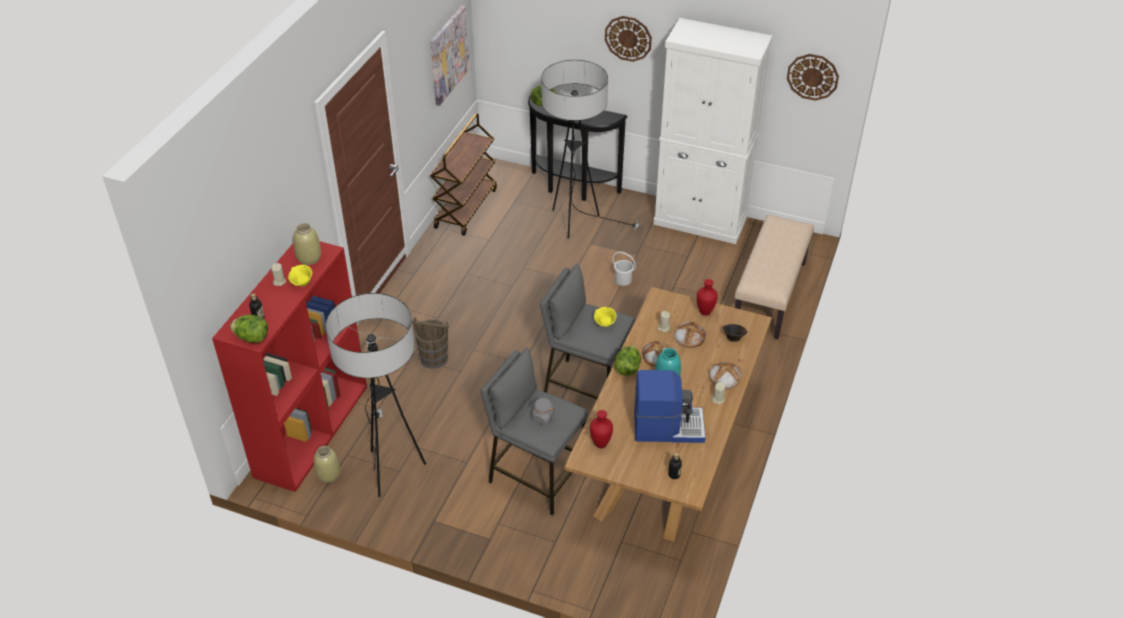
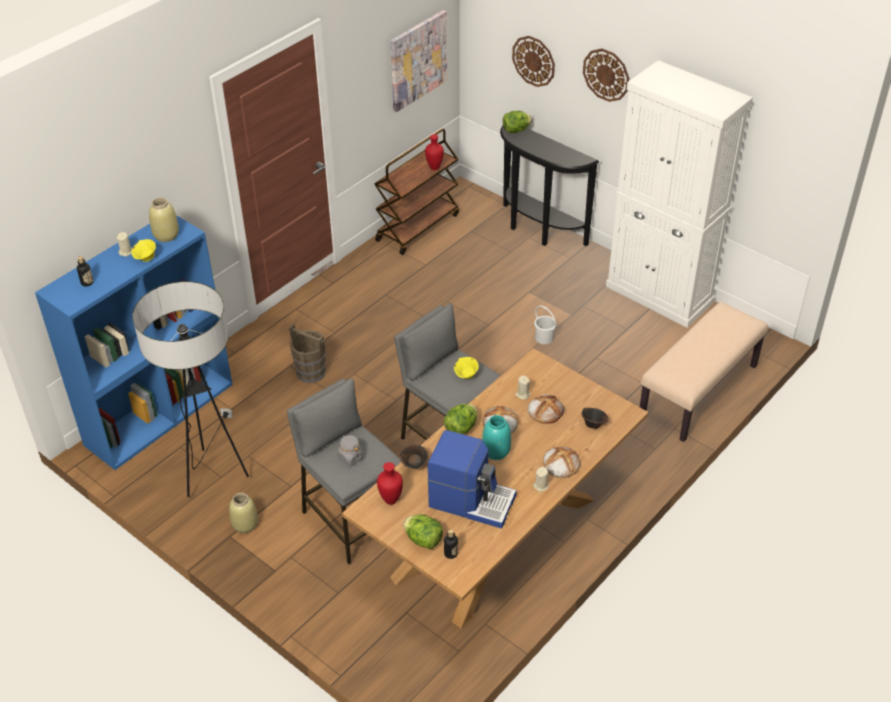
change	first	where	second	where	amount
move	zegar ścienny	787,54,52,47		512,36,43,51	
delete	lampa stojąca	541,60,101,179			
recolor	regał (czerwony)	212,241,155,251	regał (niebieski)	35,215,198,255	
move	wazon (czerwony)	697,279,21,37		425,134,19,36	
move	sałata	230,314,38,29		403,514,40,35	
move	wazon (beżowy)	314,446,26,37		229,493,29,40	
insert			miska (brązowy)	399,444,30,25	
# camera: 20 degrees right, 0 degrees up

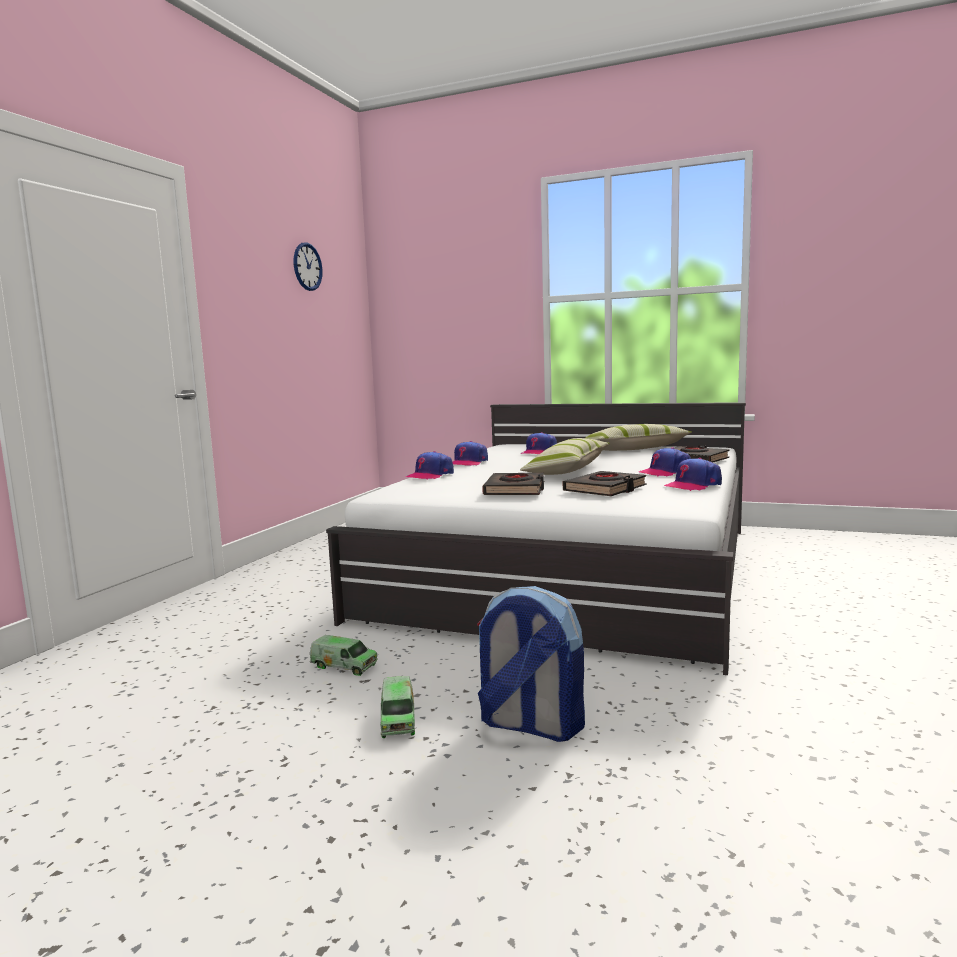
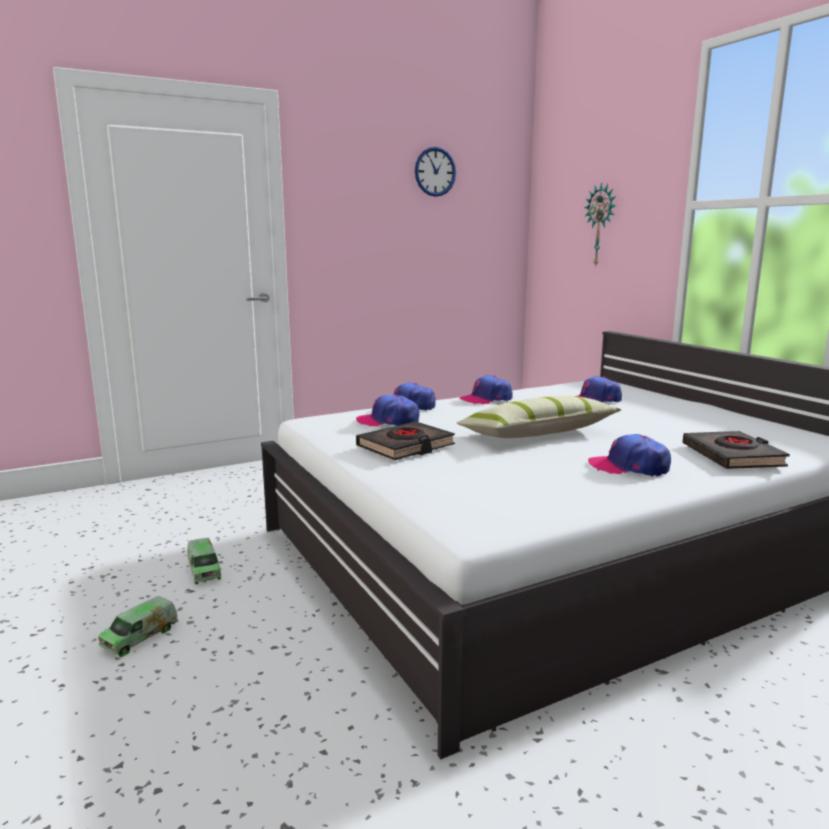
change	first	where	second	where	amount
delete	poduszka	586,424,106,27			
move	czapka z daszkiem	664,458,58,33		356,394,63,32	
delete	książka (czarny)	563,471,84,25			
delete	plecak	477,586,108,156			
insert			zegar ścienny	584,182,32,85	
# camera: 40 degrees right, 5 degrees up

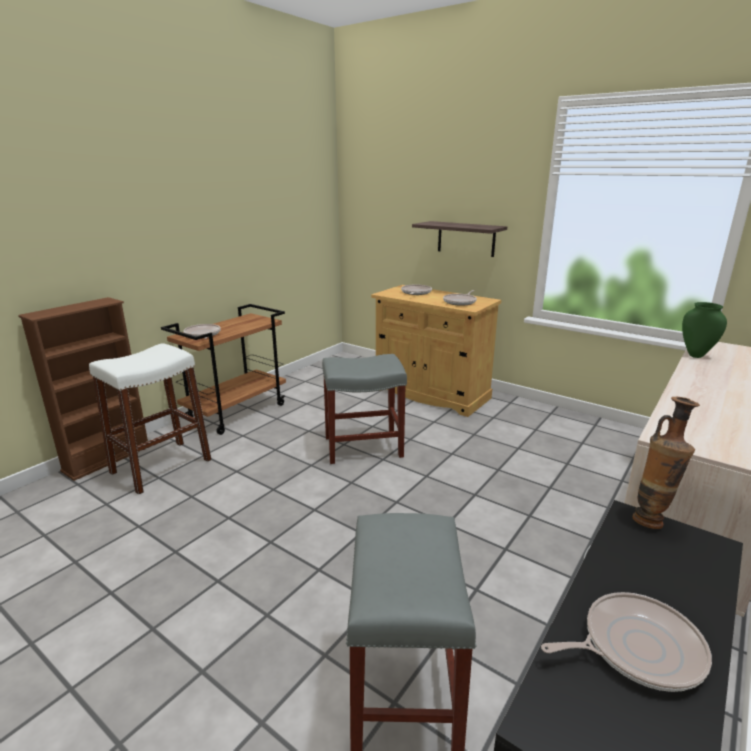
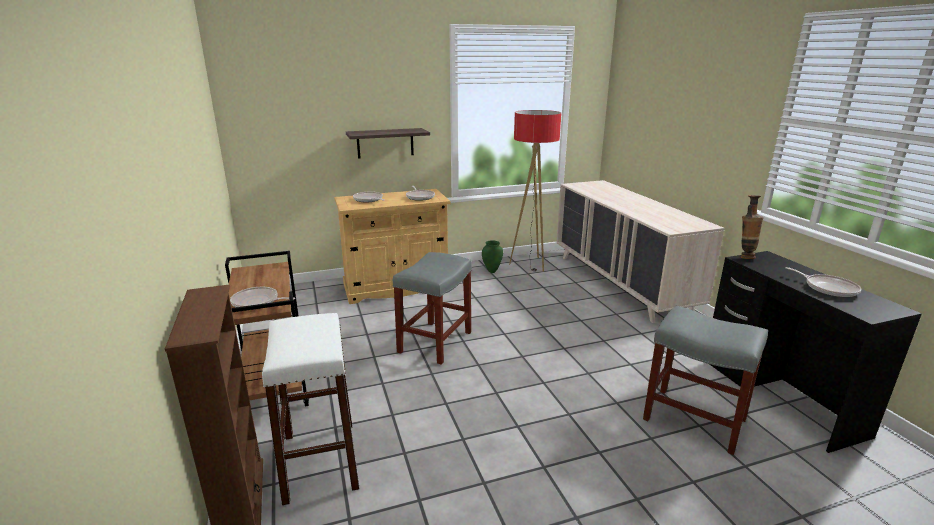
change	first	where	second	where	amount
move	wazon (zielony)	682,302,45,56		482,240,21,33	
rotate	patelnia	541,592,171,100		786,267,75,30	120 degrees clockwise
insert			lampa stojąca	509,110,52,162	
# camera: 55 degrees left, 0 degrees up

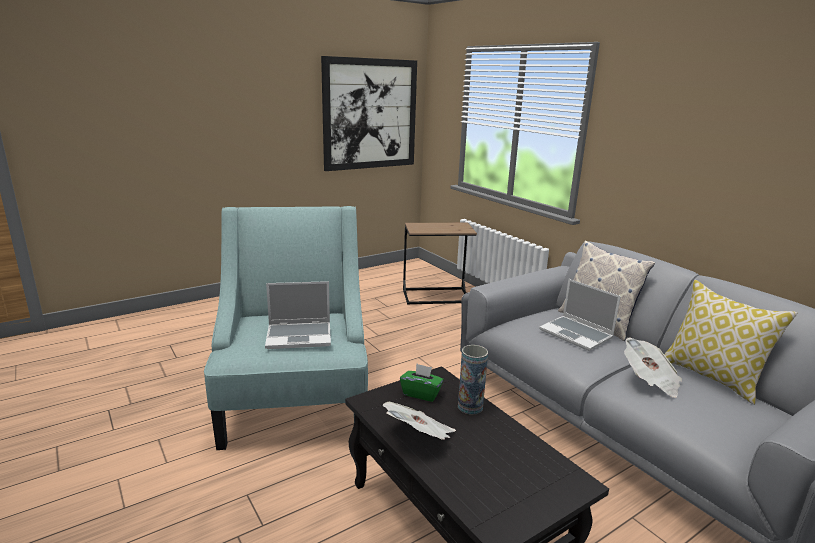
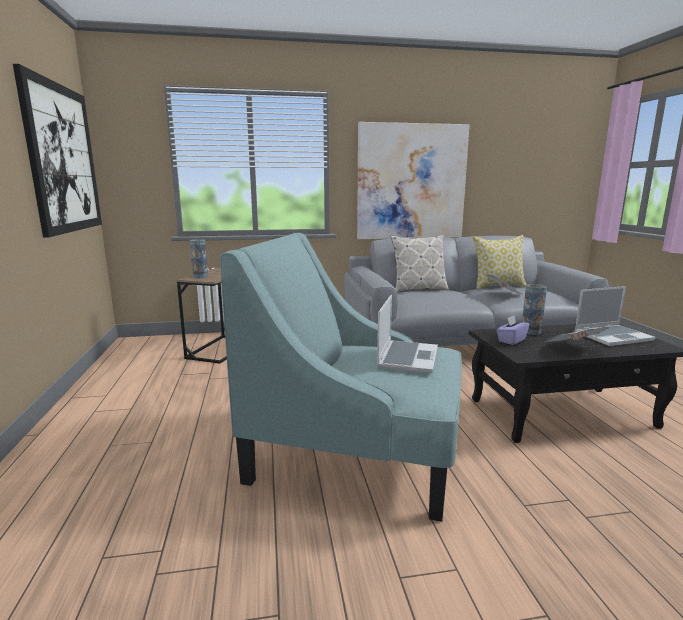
change	first	where	second	where	amount
move	laptop	539,279,82,72		575,286,81,60	
recolor	pudełko chusteczek (zielony)	400,363,44,39	pudełko chusteczek (fioletowy)	497,315,32,30	
insert			obraz	357,122,112,117	
insert			wazon	190,239,18,40	
# camera: 65 degrees left, 5 degrees down

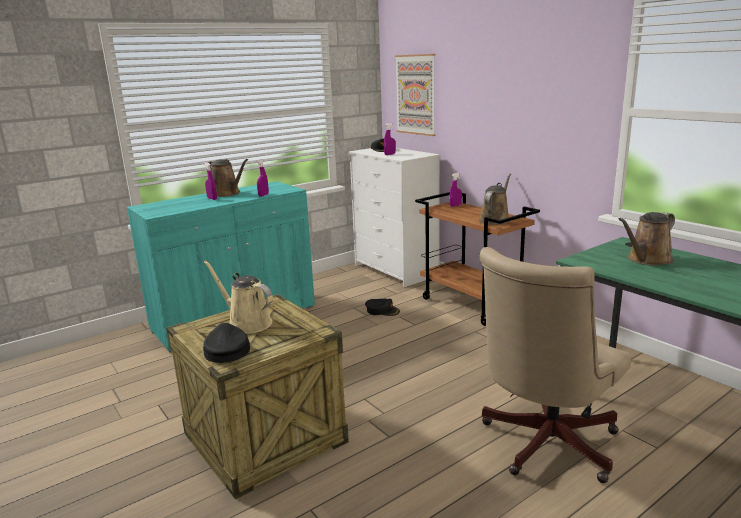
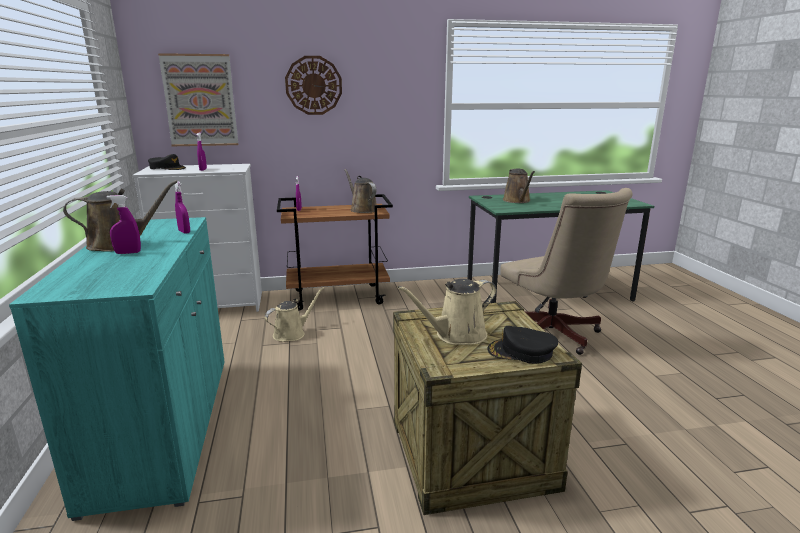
change	first	where	second	where	amount
replace	czapka z daszkiem (czarny)	365,299,35,17	konewka (beżowy)	265,287,59,55	
insert			zegar ścienny	285,56,57,59	
# camera: 65 degrees left, 0 degrees up

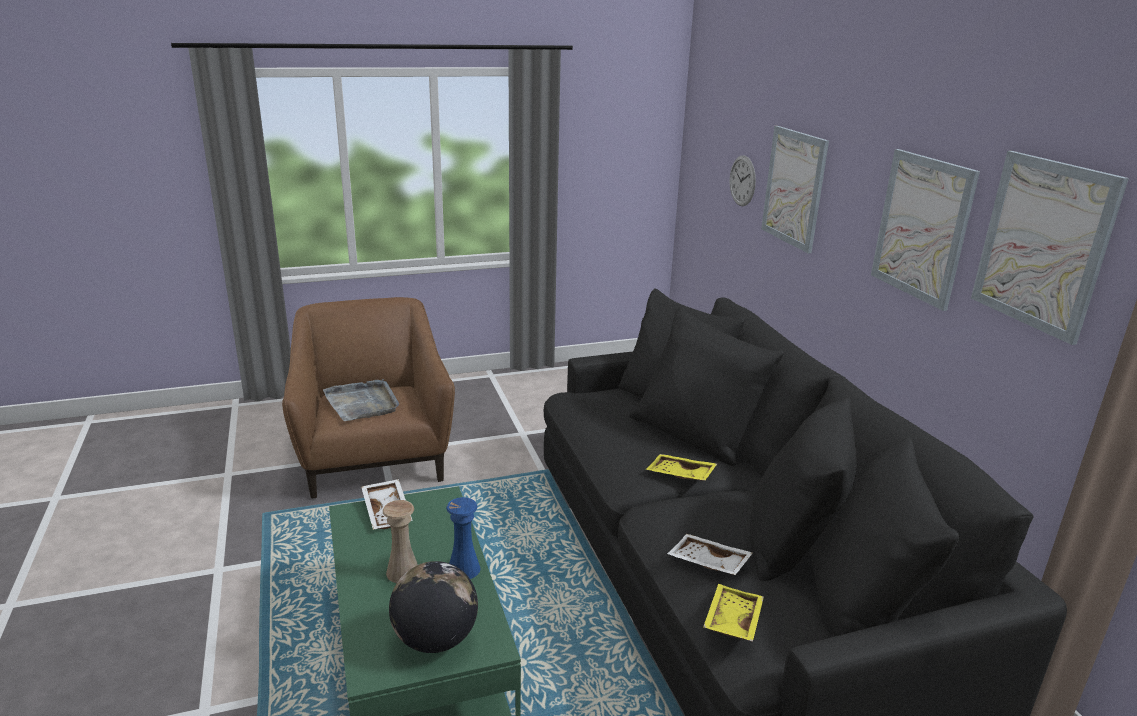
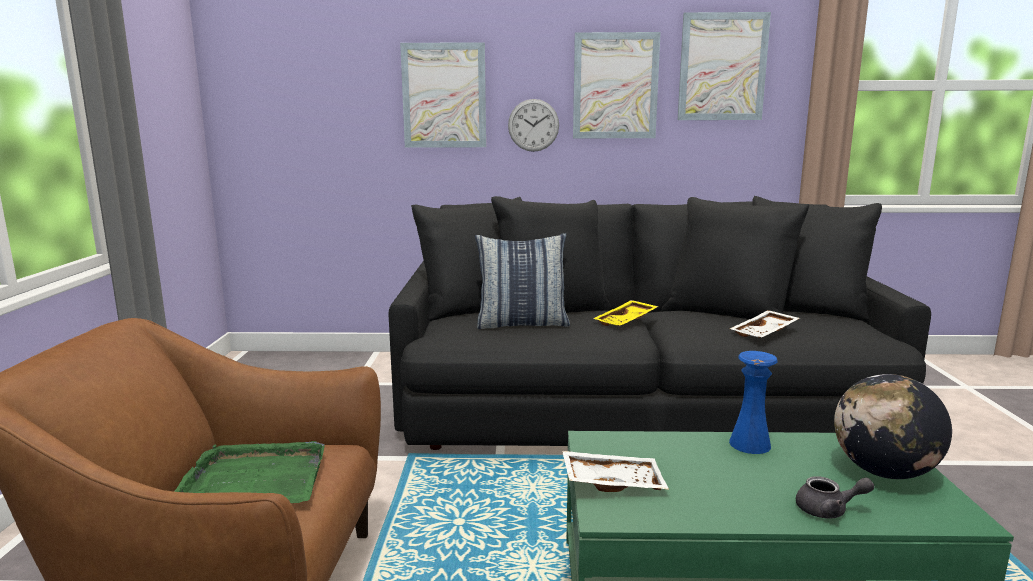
change	first	where	second	where	amount
move	zegar ścienny	730,155,26,51		508,99,51,53	
recolor	taca (szary)	323,379,76,42	taca (zielony)	174,441,151,62	
delete	wazon (beżowy)	383,500,35,83			
delete	taca (żółty)	703,584,61,58			
insert			poduszka	475,233,95,96	
insert			imbryk (szary)	796,476,79,42	
# camera: 70 degrees left, 10 degrees down

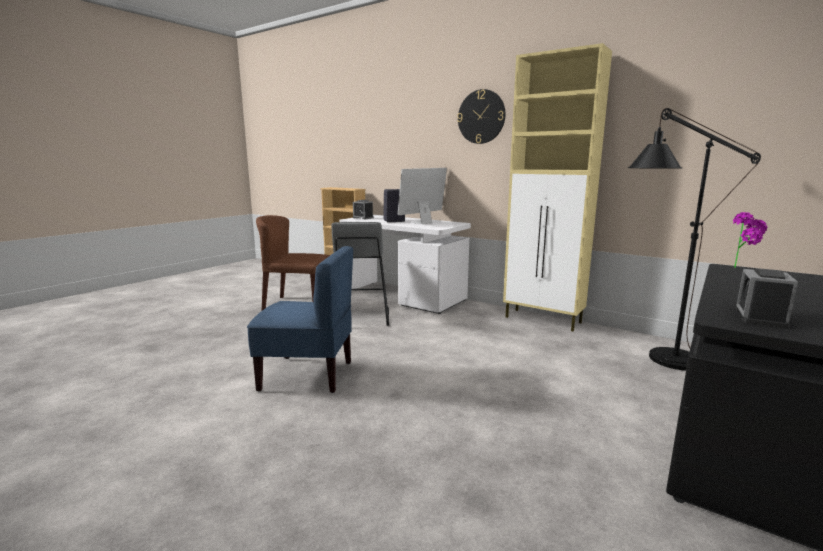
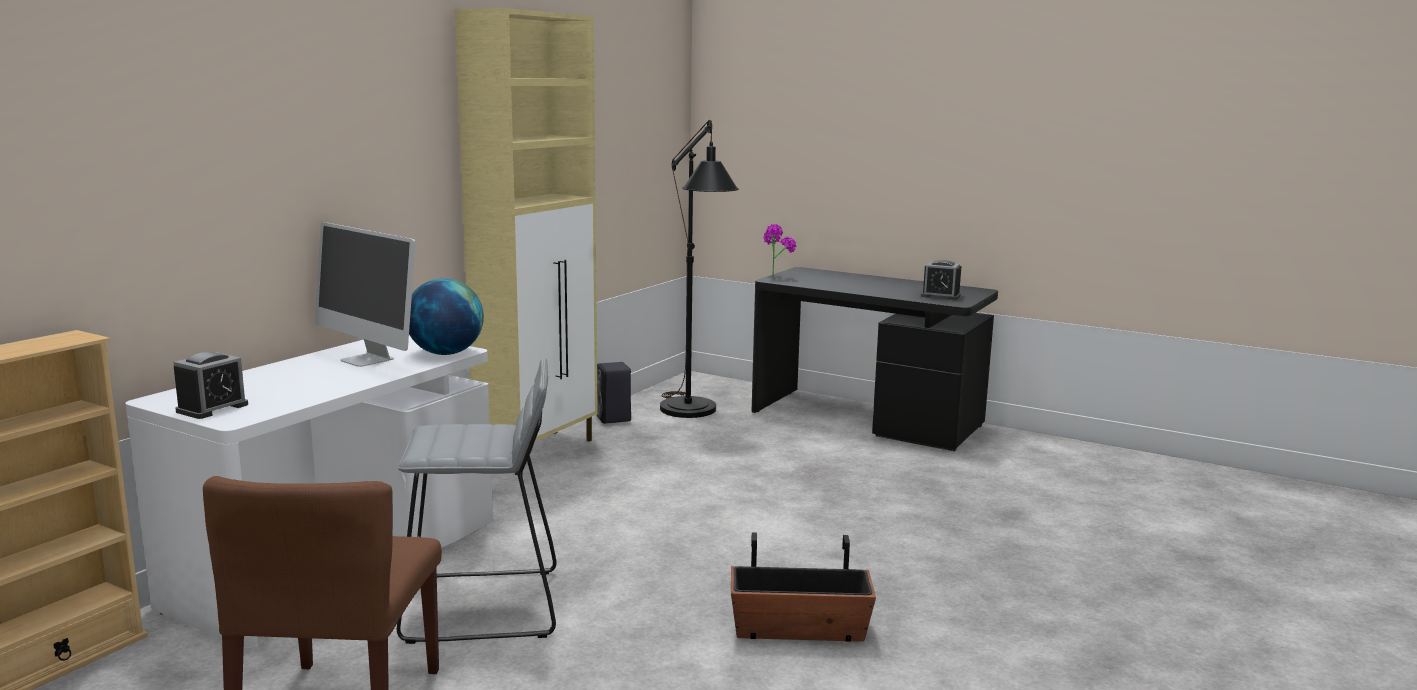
change	first	where	second	where	amount
delete	zegar ścienny	457,89,48,55			
move	głośnik (czarny)	384,189,21,33		596,362,35,62	
replace	krzesło (niebieski)	247,246,106,147	donica	731,532,145,110	
insert			globus	409,278,75,77	
# camera: 95 degrees left, 0 degrees up

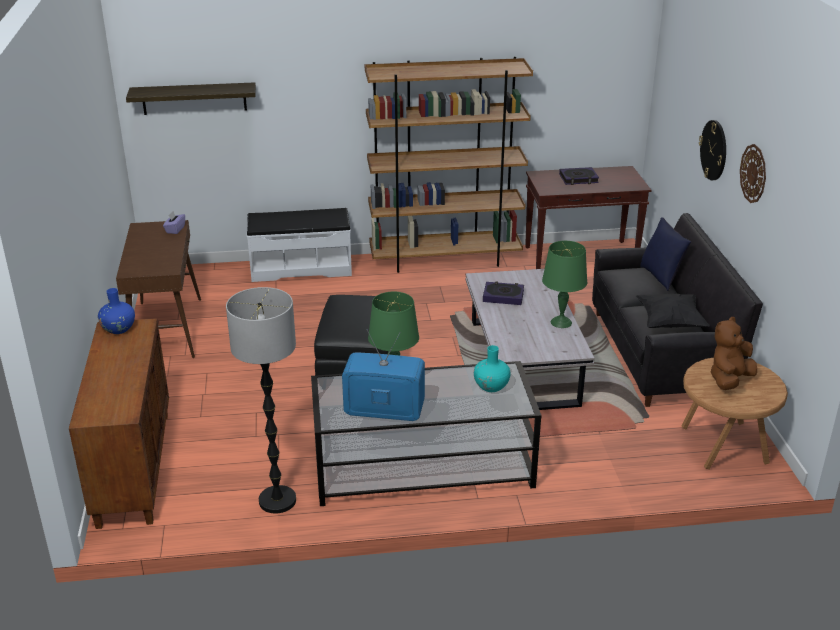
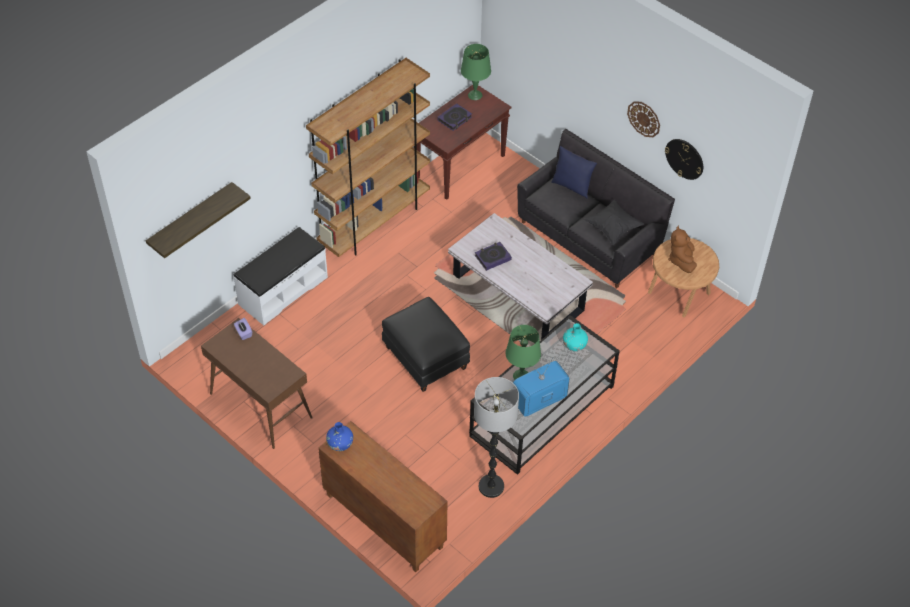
change	first	where	second	where	amount
move	zegar ścienny	699,120,27,60		665,139,38,41	
move	lampa stołowa (zielony)	542,241,45,87		461,44,30,56	
# camera: 40 degrees left, 20 degrees up

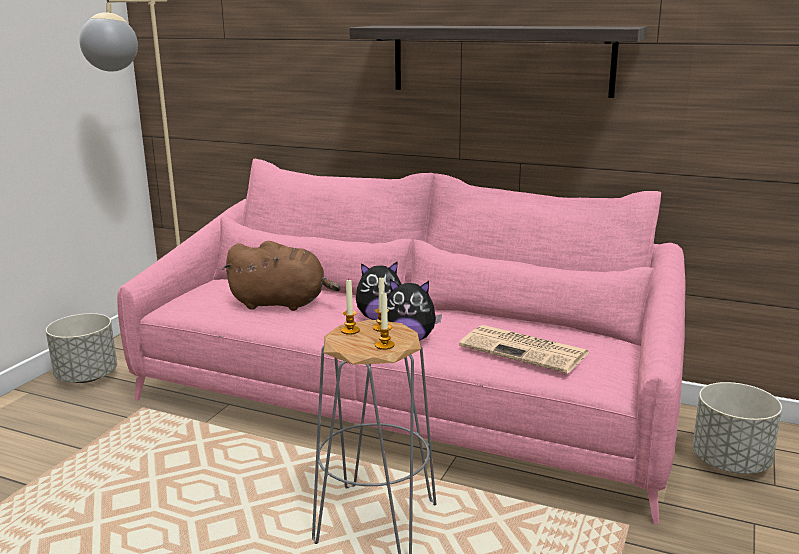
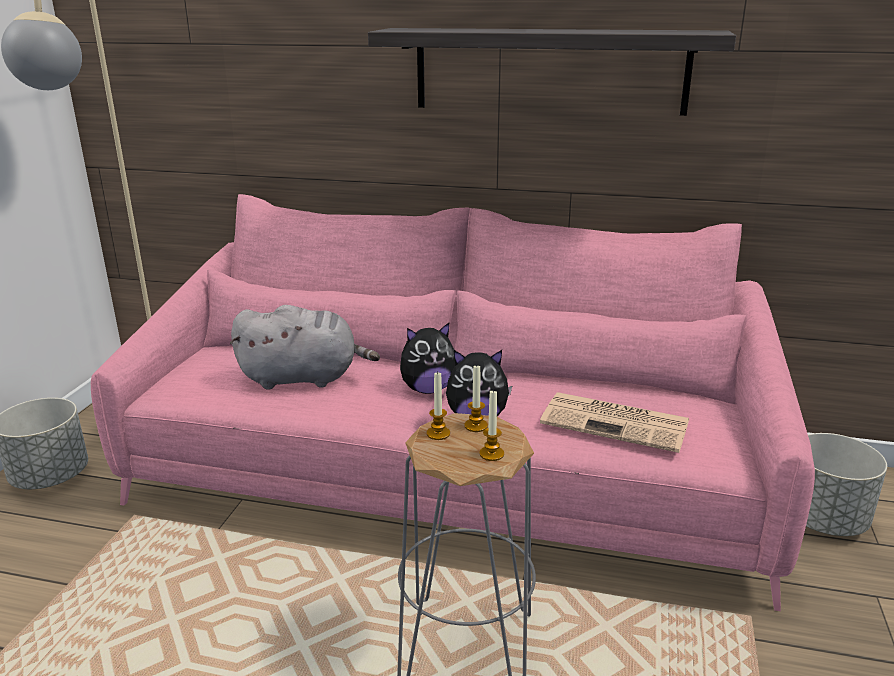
change	first	where	second	where	amount
recolor	pluszak (brązowy)	223,241,118,70	pluszak (szary)	230,305,150,84	
# camera: 10 degrees left, 5 degrees up

